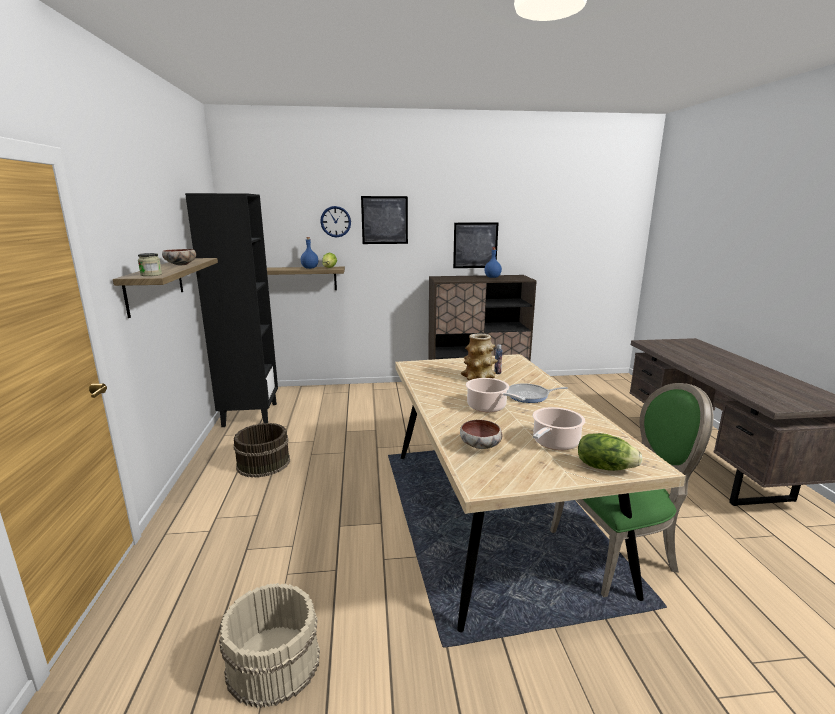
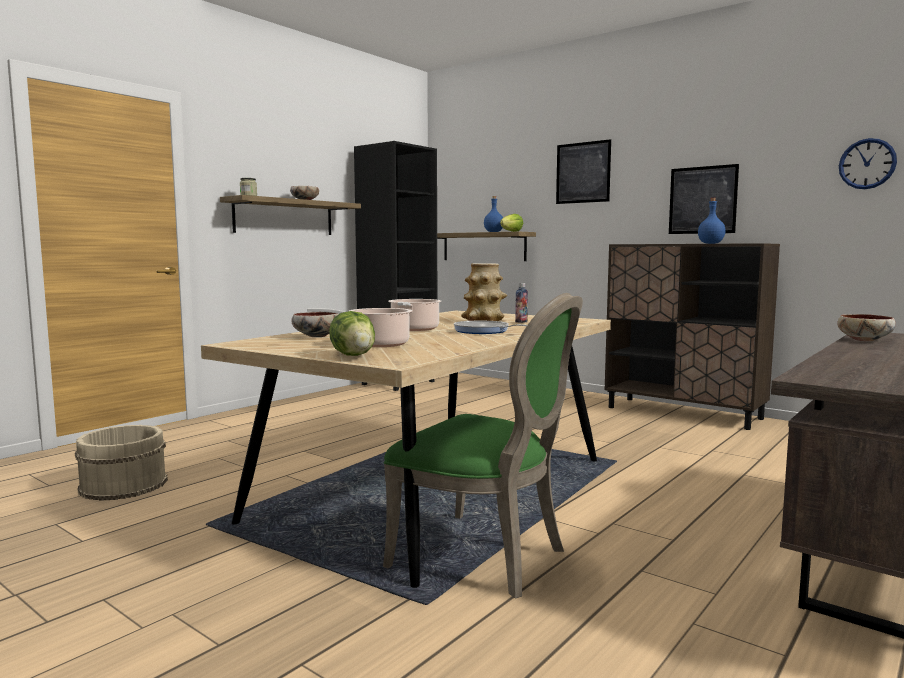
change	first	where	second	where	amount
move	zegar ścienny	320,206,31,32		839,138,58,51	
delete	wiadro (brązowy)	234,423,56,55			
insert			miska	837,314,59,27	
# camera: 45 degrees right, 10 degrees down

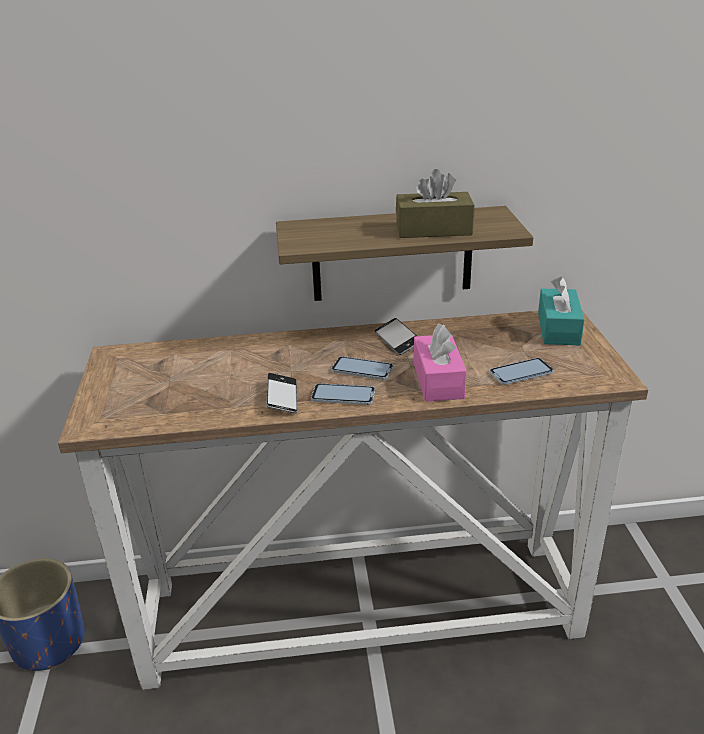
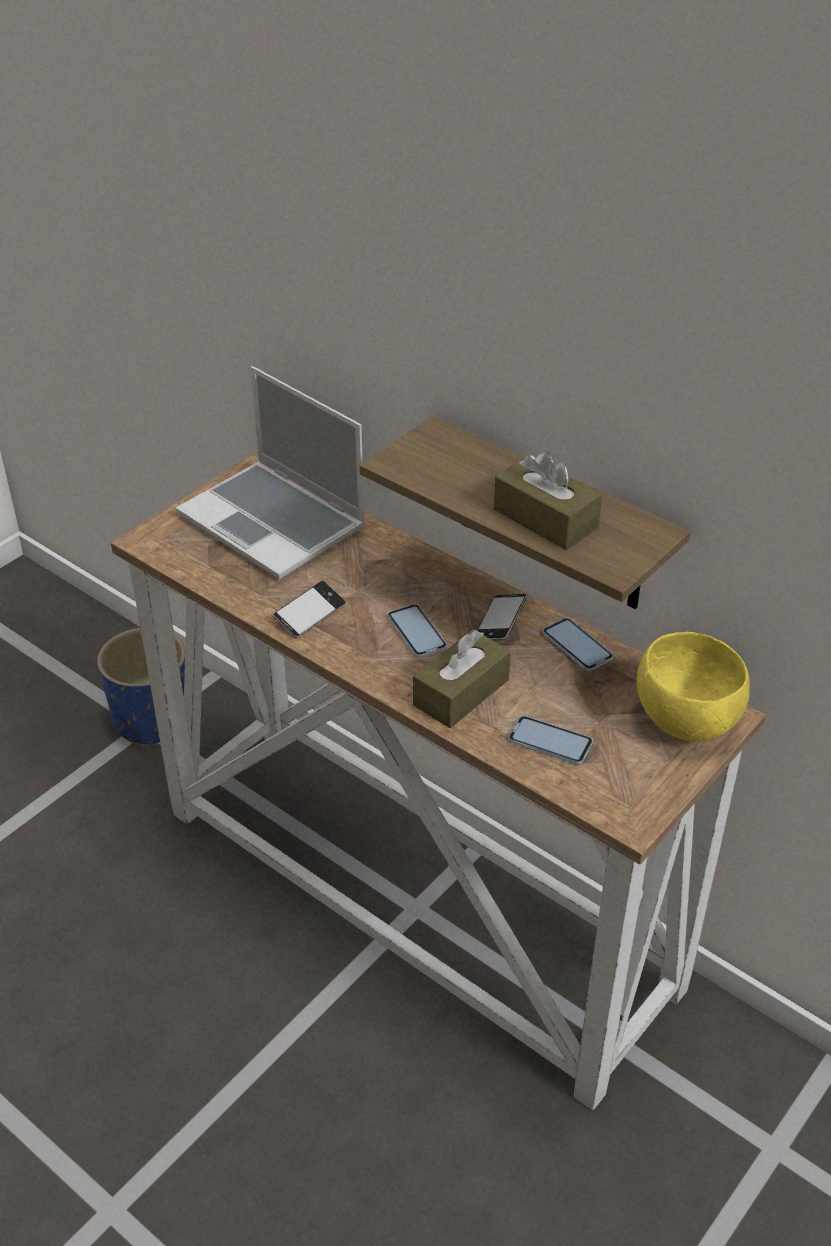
change	first	where	second	where	amount
replace	pudełko chusteczek (turkusowy)	538,276,47,69	miska (żółty)	637,632,113,110	
recolor	pudełko chusteczek (różowy)	414,323,53,79	pudełko chusteczek (brązowy)	413,629,98,99	
move	telefon	311,383,64,22		542,618,71,53	
insert			laptop	176,366,190,214	
# camera: 45 degrees right, 10 degrees up

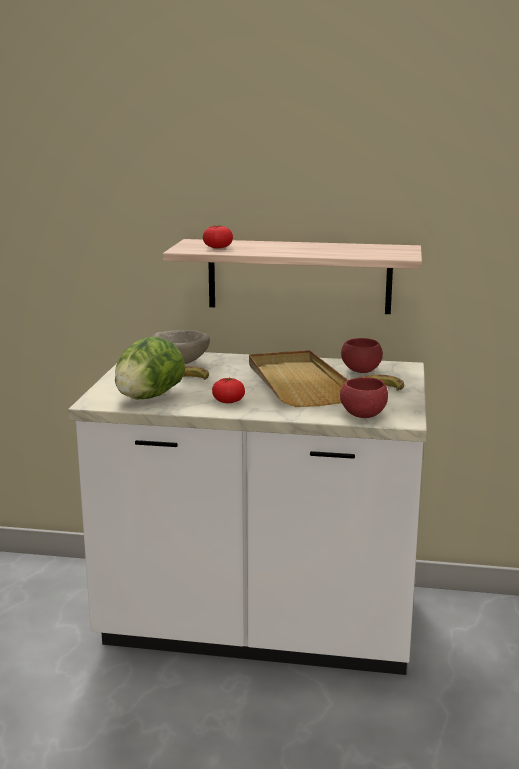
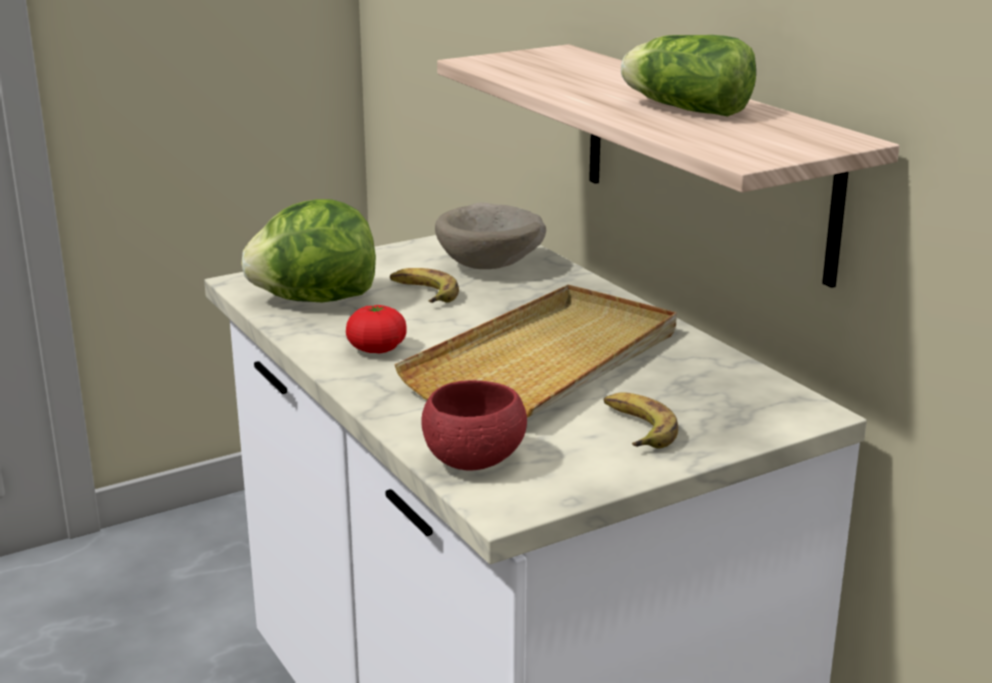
change	first	where	second	where	amount
delete	pomidor	203,225,30,23			
delete	miska (czerwony)	341,338,42,35			
insert			sałata	621,35,135,82	
# camera: 50 degrees right, 5 degrees up

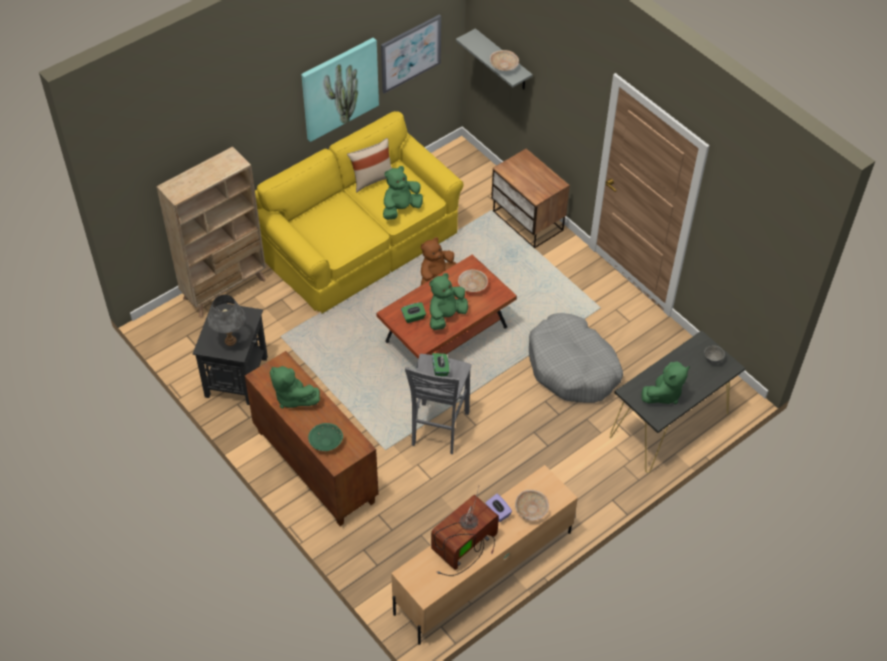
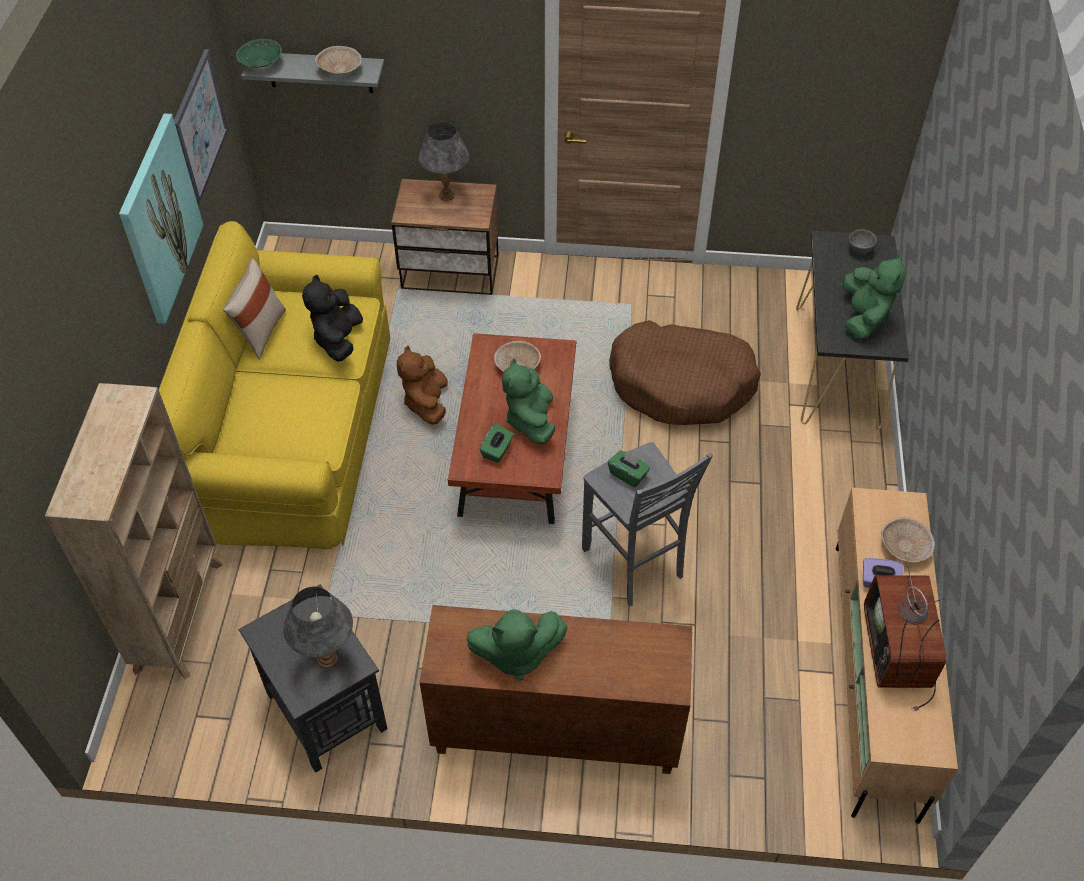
change	first	where	second	where	amount
recolor	pluszak (zielony)	383,166,40,54	pluszak (czarny)	302,275,61,86	
recolor	legowisko (szary)	529,313,94,90	legowisko (brązowy)	609,320,152,105	
move	miska (zielony)	308,423,35,28		236,39,46,28	
insert			lampa stołowa (szary)	418,122,51,79	
# camera: 45 degrees left, 0 degrees up

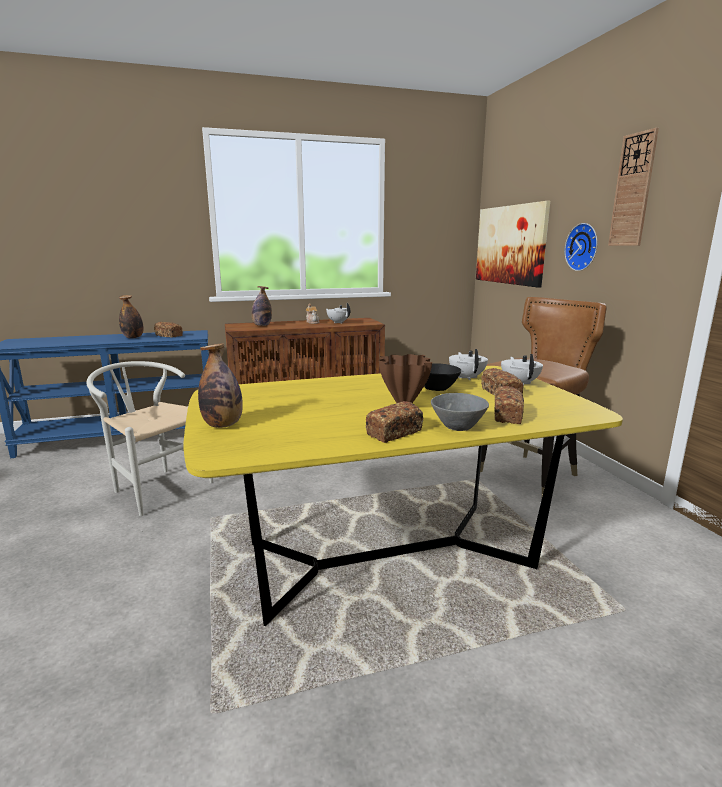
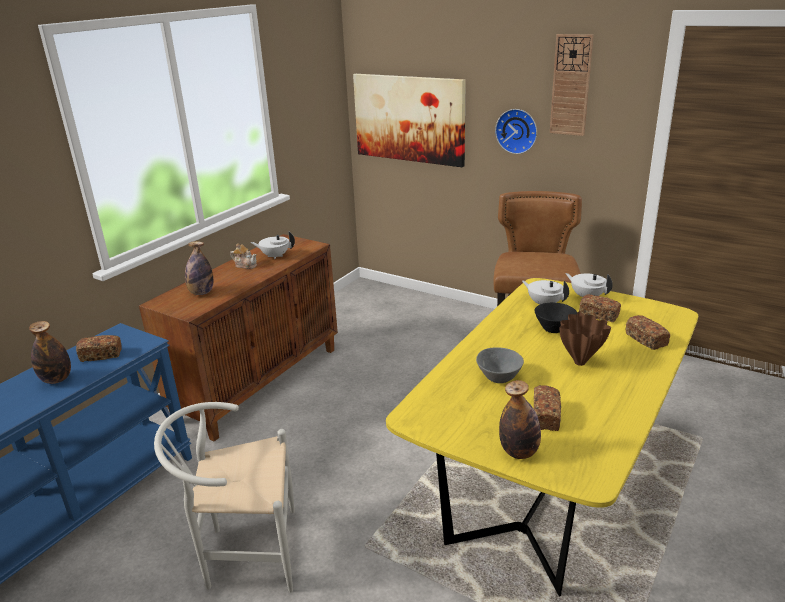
change	first	where	second	where	amount
move	miska (szary)	431,393,58,38		476,347,48,36	
move	chleb	366,401,57,42		534,385,27,46	
# camera: 40 degrees left, 10 degrees up

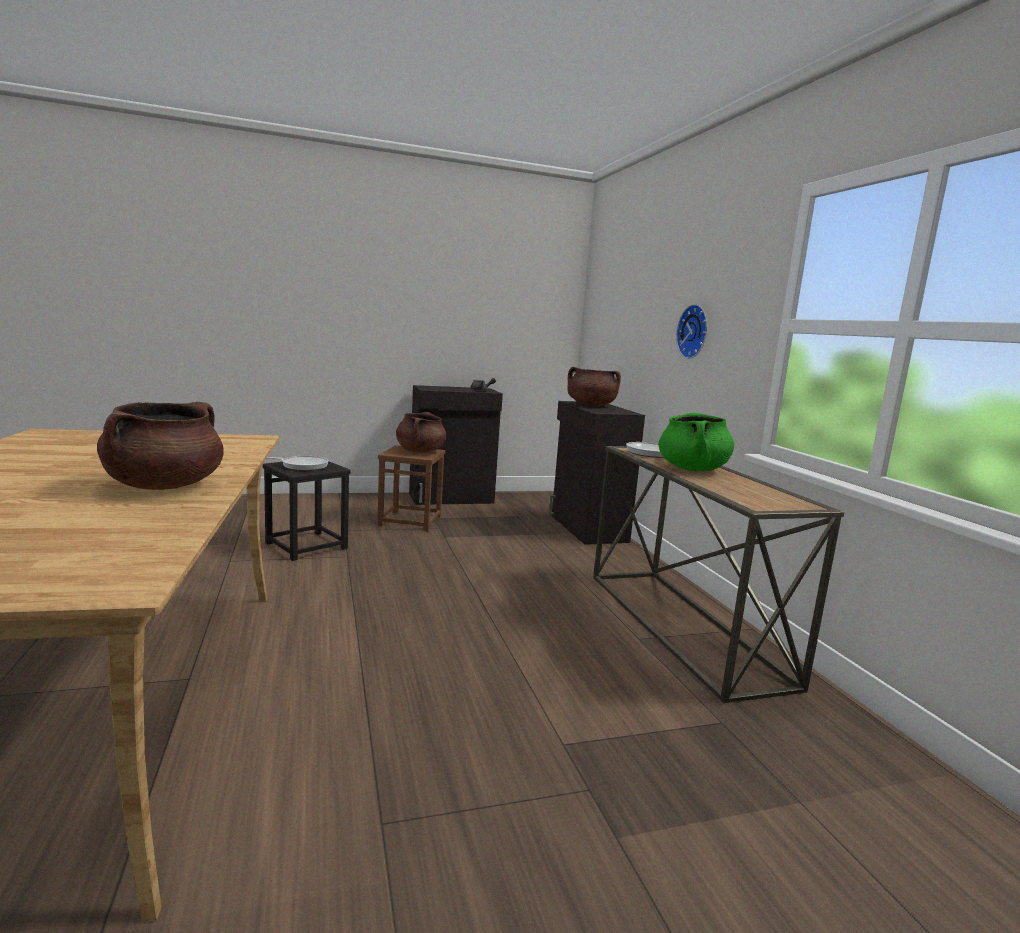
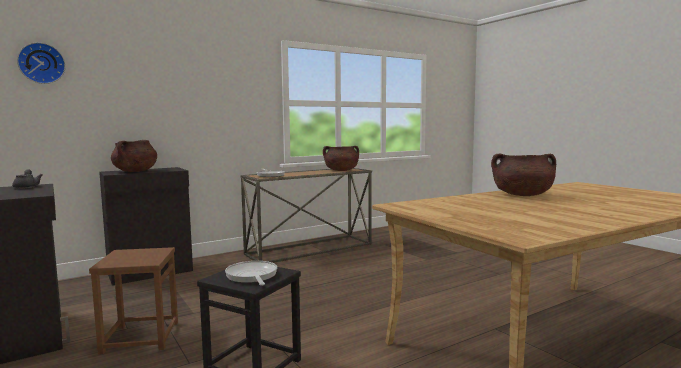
change	first	where	second	where	amount
move	zegar ścienny	676,304,31,55		17,42,49,42	
move	garnek (brązowy)	396,412,50,41		323,146,36,25	
delete	garnek (zielony)	658,413,76,58			
# camera: 105 degrees left, 5 degrees down

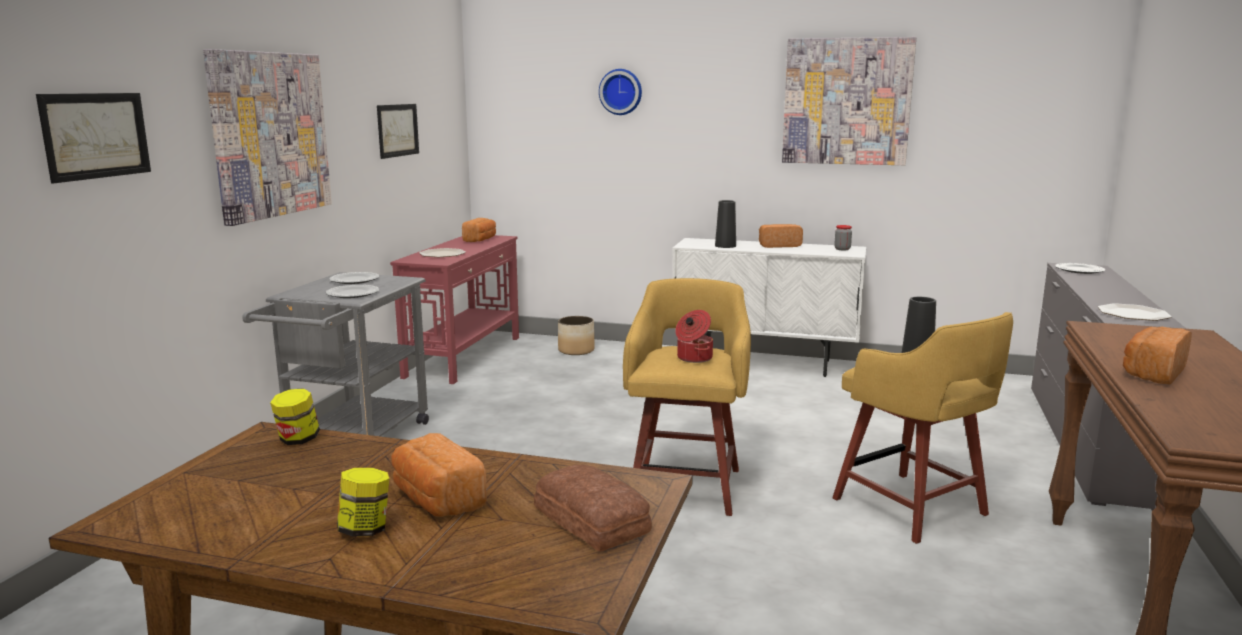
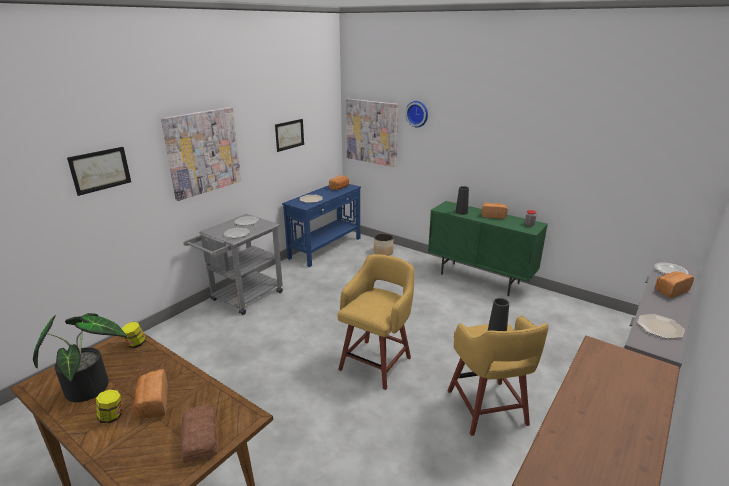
change	first	where	second	where	amount
move	obraz	782,37,134,128		346,99,52,68	
recolor	stolik konsolowy (czerwony)	390,235,129,149	stolik konsolowy (niebieski)	282,184,79,83	
recolor	szafka (biały)	673,238,193,139	szafka (zielony)	428,201,120,95	
delete	garnek	675,310,38,53			
move	chleb	1123,327,69,57		655,271,39,27	
insert			roślina doniczkowa	33,313,94,89	
# camera: 20 degrees right, 10 degrees up

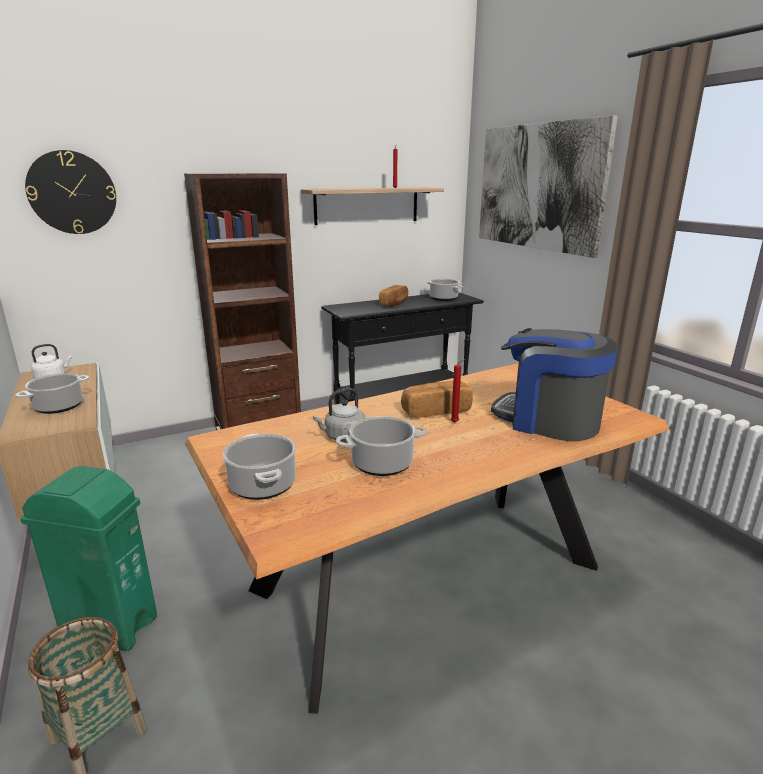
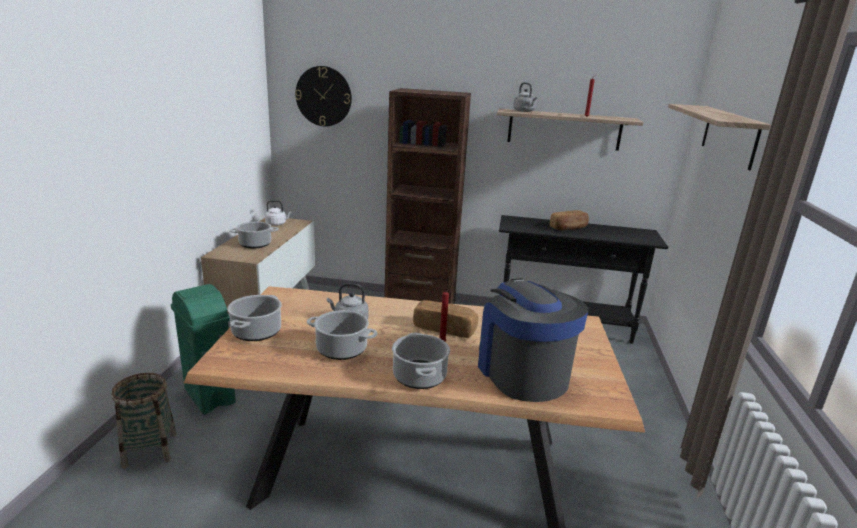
change	first	where	second	where	amount
replace	obraz	479,115,139,143	półka	668,104,103,66	
move	garnek	426,278,37,23		392,333,58,56	
insert			czajnik (szary)	513,82,24,30	
# camera: 35 degrees right, 0 degrees up

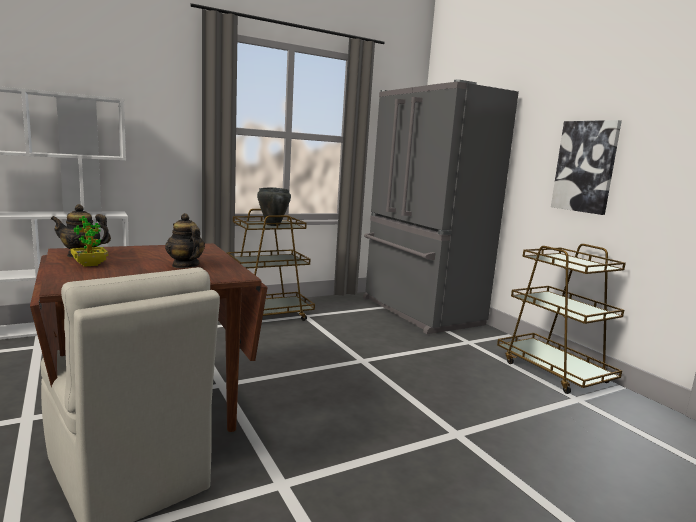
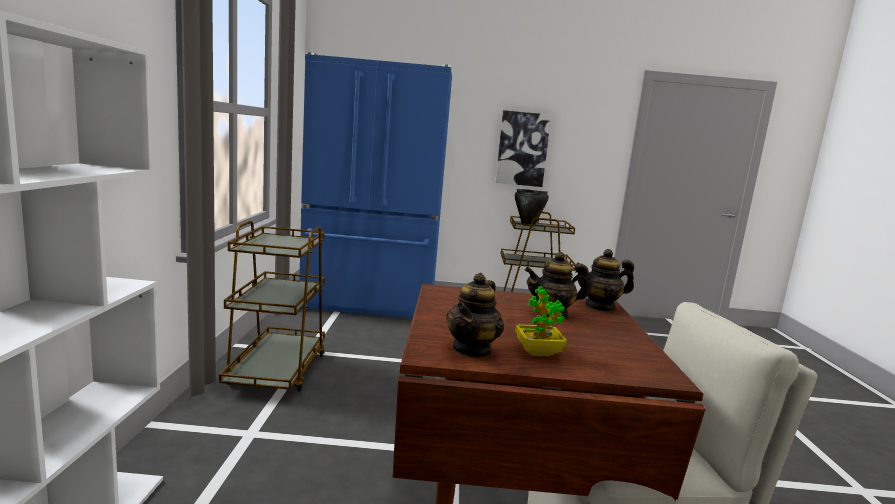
change	first	where	second	where	amount
recolor	lodówka (szary)	363,80,156,254	lodówka (niebieski)	299,52,153,267	
move	garnek (czarny)	257,188,34,38		515,189,34,37	
insert			imbryk	577,249,57,63	
# camera: 60 degrees left, 0 degrees up

